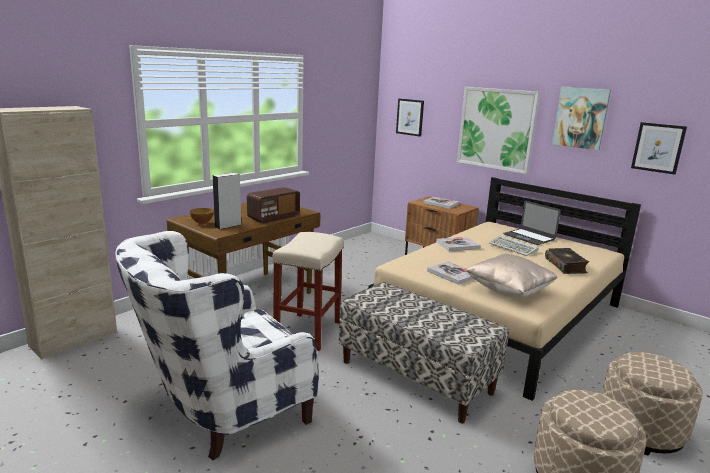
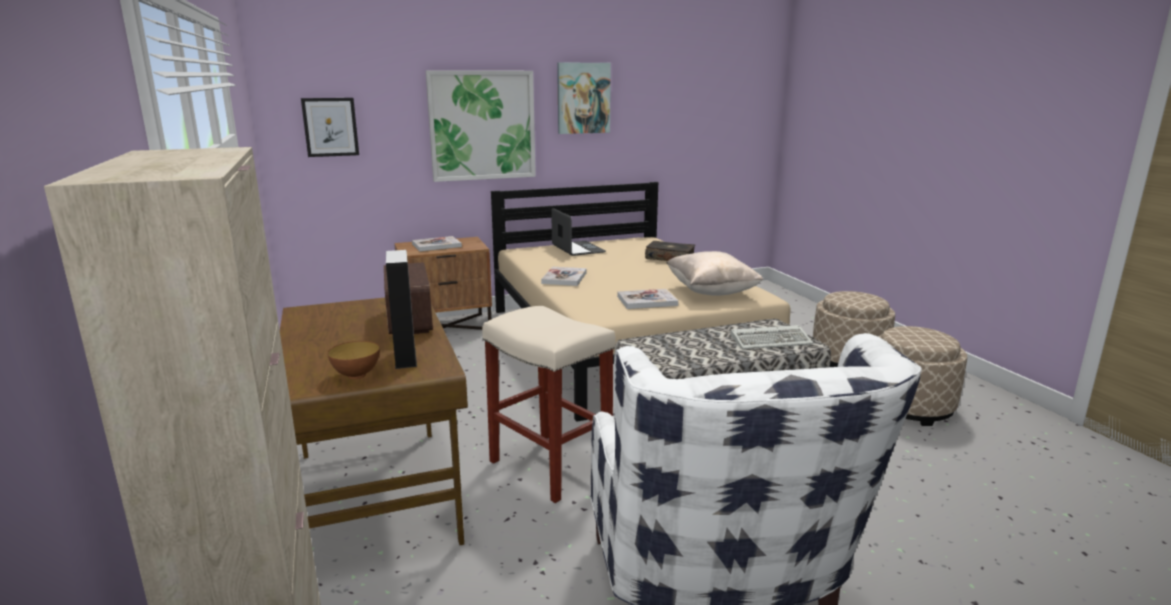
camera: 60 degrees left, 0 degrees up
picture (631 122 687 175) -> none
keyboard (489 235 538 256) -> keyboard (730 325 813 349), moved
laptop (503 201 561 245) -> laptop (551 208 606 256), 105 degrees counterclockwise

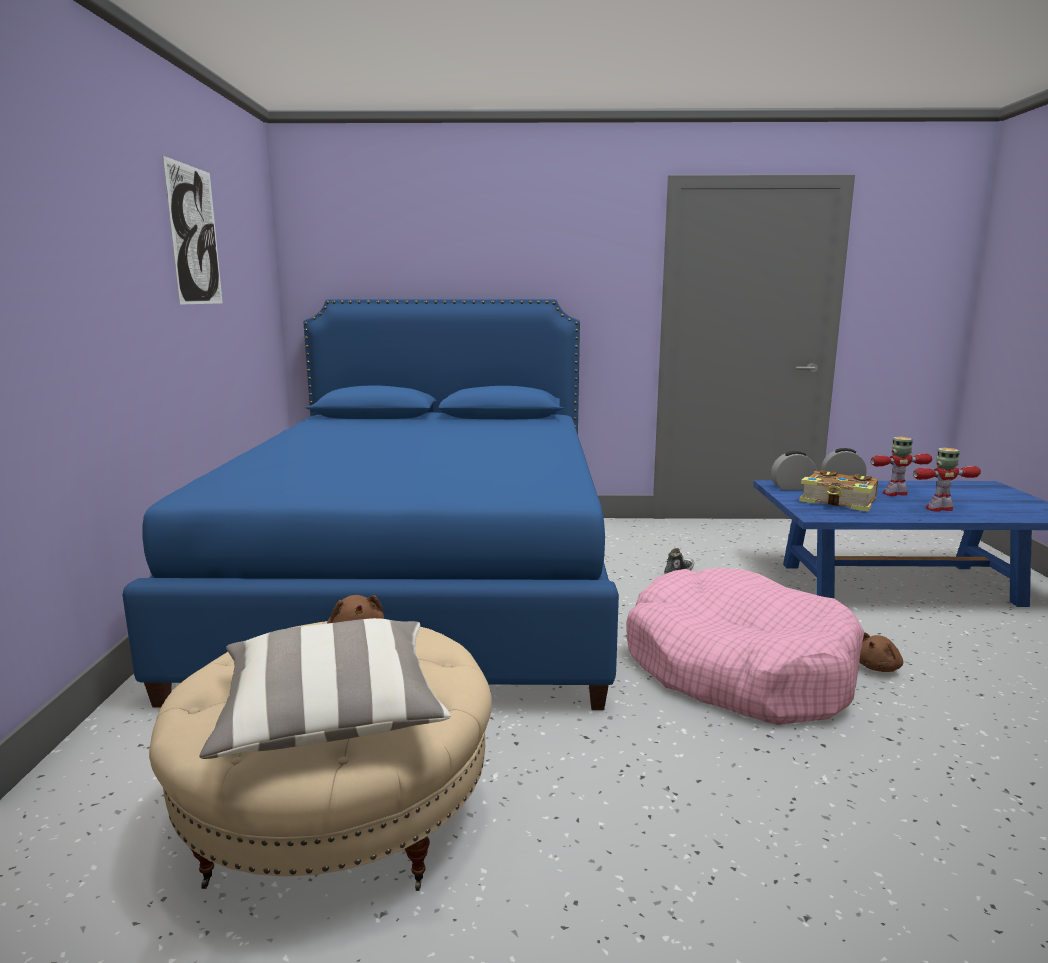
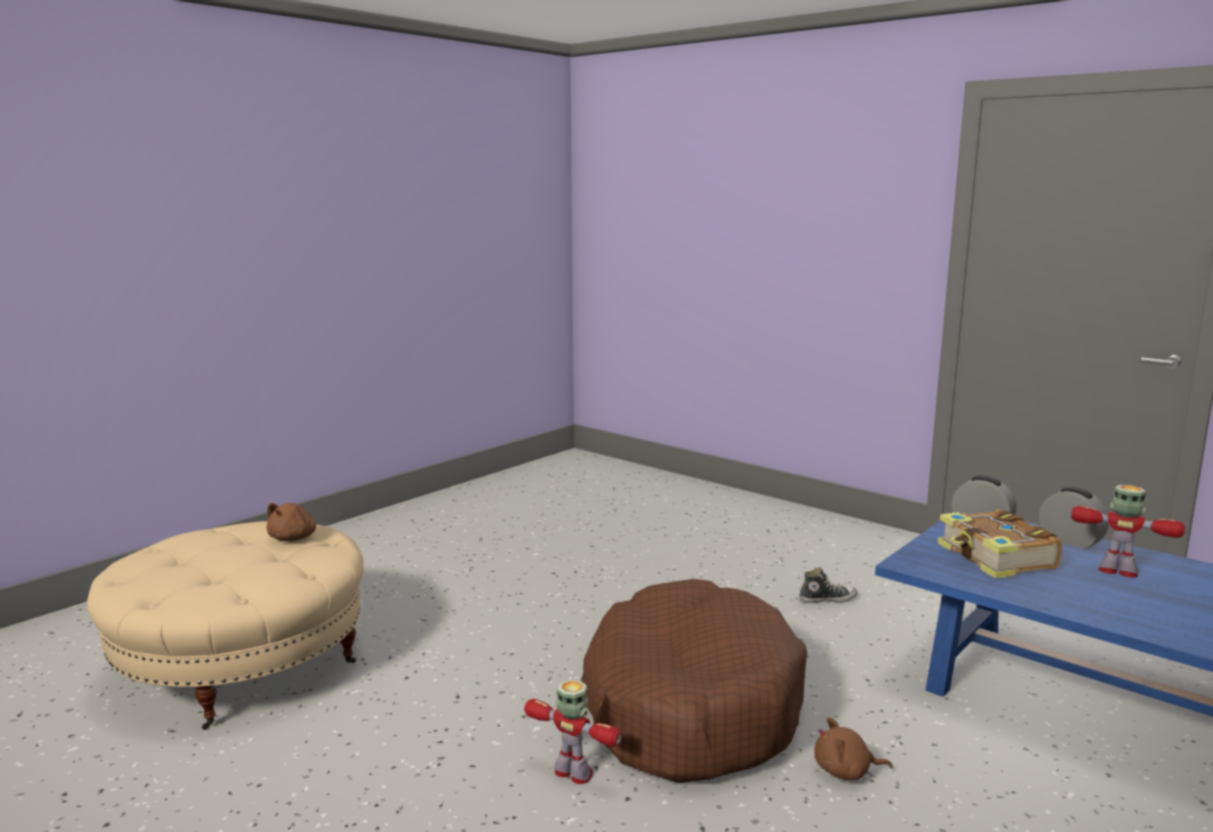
camera: 40 degrees right, 0 degrees up
bed in blue (122 299 619 710) -> none
picture (163 156 223 305) -> none
pillow (199 618 451 759) -> none
toy robot (913 448 981 512) -> toy robot (524 680 622 784), moved
dog bed in pink (626 568 864 725) -> dog bed in brown (581 579 807 783)

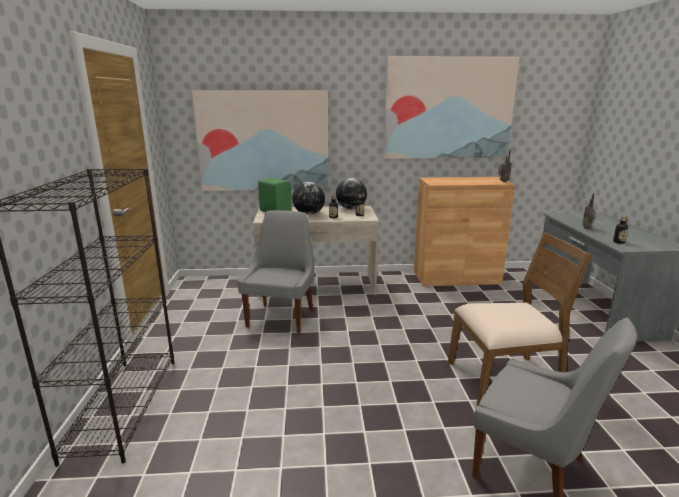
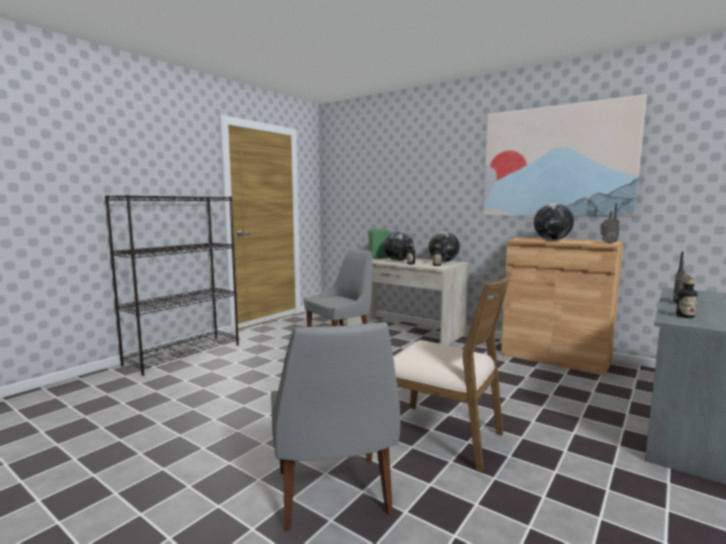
camera: 40 degrees right, 10 degrees down
picture (192 90 329 191) -> none
none -> globe (534 203 574 240)

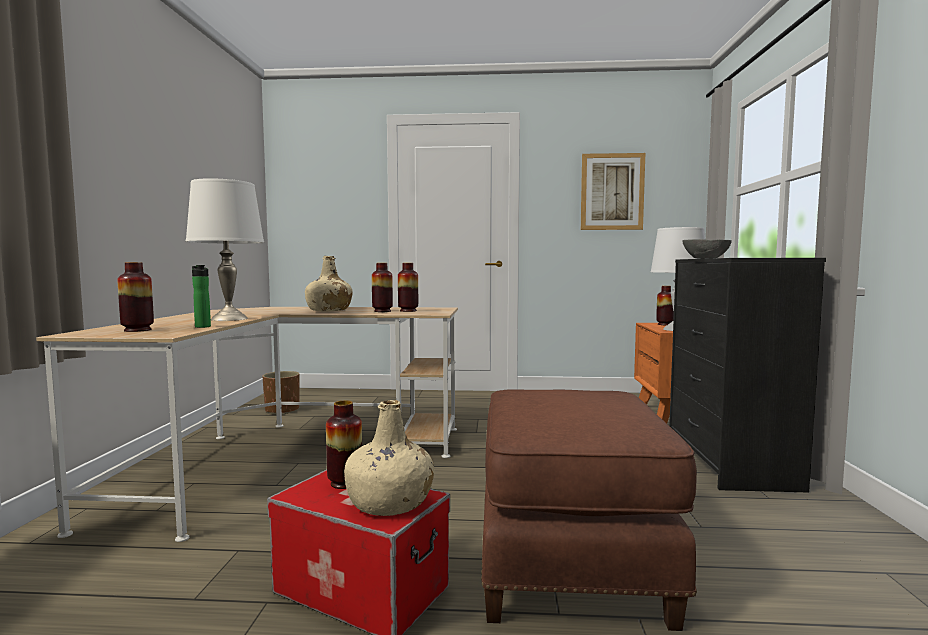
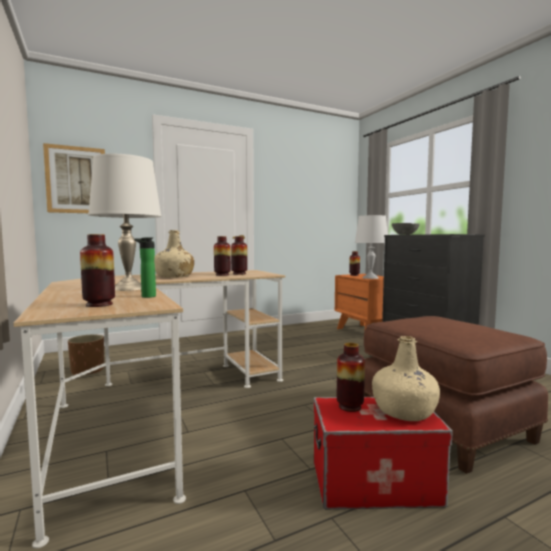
camera: 30 degrees left, 0 degrees up
picture (581 153 645 230) -> picture (43 143 105 213), moved

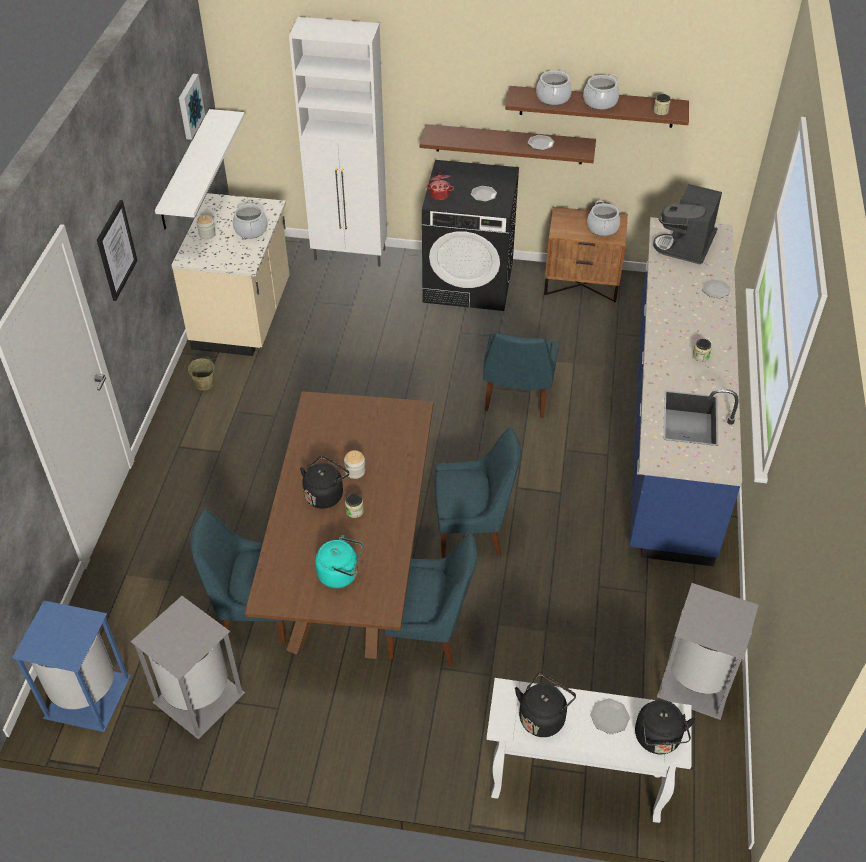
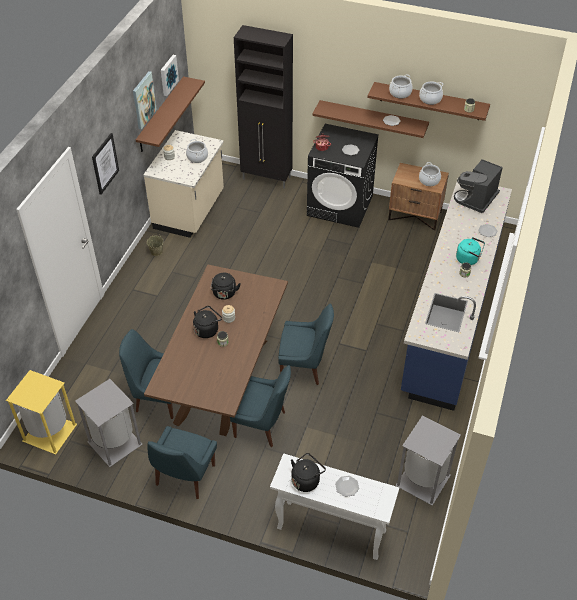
camera: 10 degrees right, 0 degrees up
none -> picture (133 71 157 130)
kettle in turquoise (315 535 363 588) -> kettle in turquoise (456 237 485 265), moved
chair in blue (483 333 559 418) -> chair in blue (147 426 217 499), moved
kettle in black (635 700 695 755) -> kettle in black (211 273 241 300), moved
trash can in blue (12 601 131 732) -> trash can in yellow (6 370 77 455)
shelf in white (155 109 245 229) -> shelf in brown (136 76 205 152)
cabinet in white (289 17 387 267) -> cabinet in black (234 25 293 189)

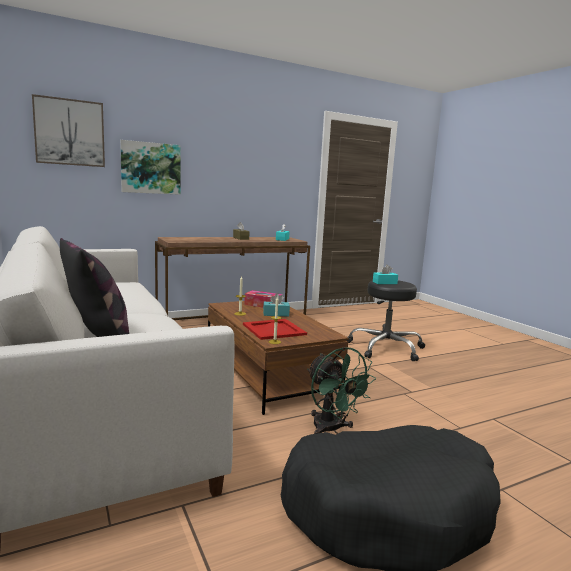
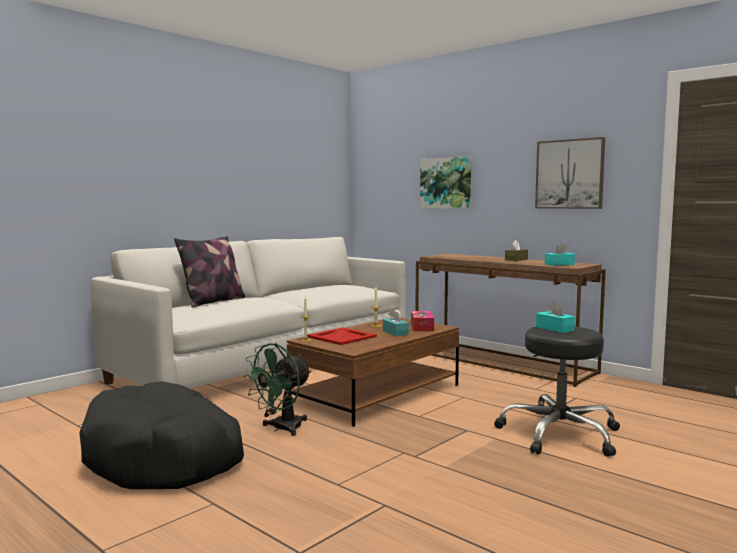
camera: 70 degrees right, 5 degrees down
picture (32 94 105 167) -> picture (535 137 605 209), moved

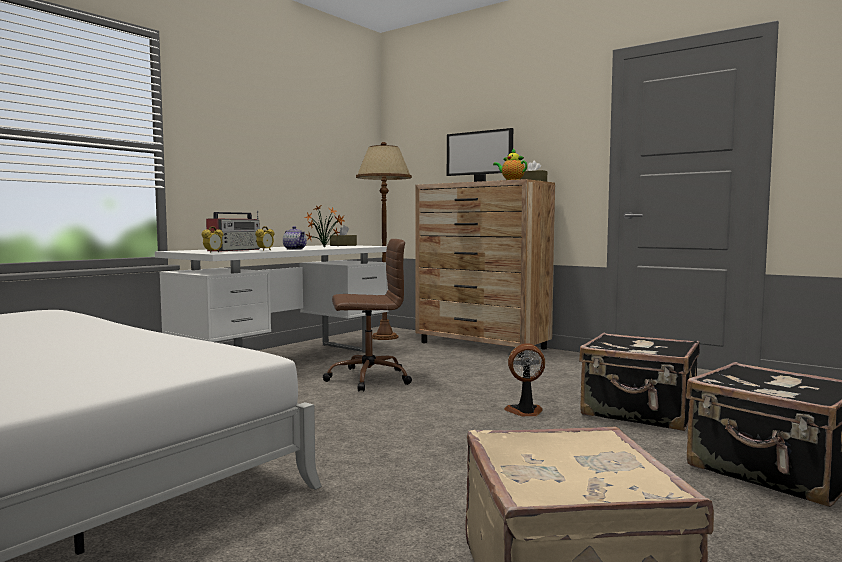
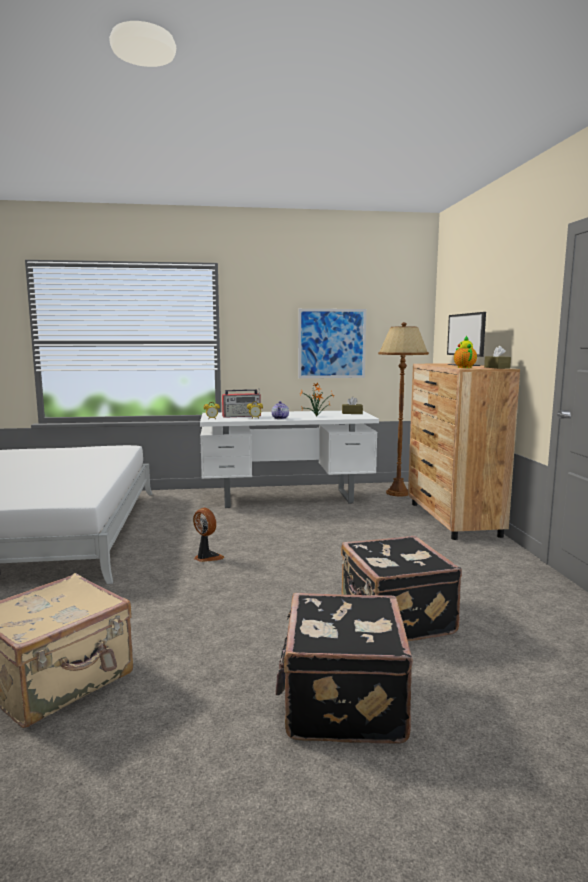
camera: 45 degrees right, 5 degrees up
office chair in brown (323 239 412 392) -> none
none -> picture (298 309 366 378)
fan (504 343 545 416) -> fan (193 508 224 562), moved

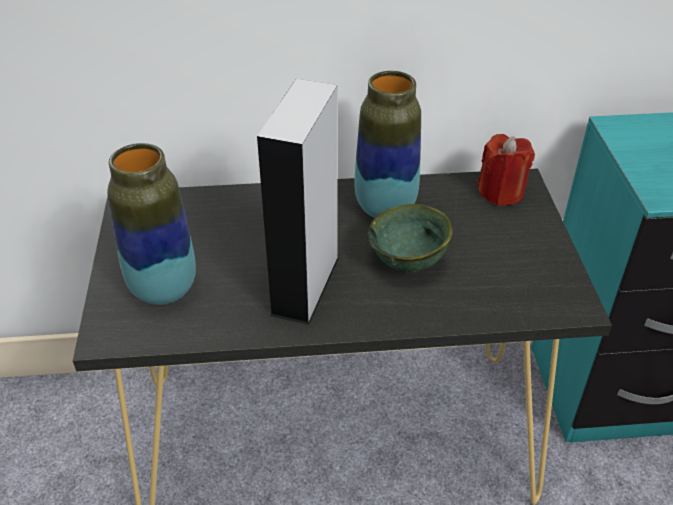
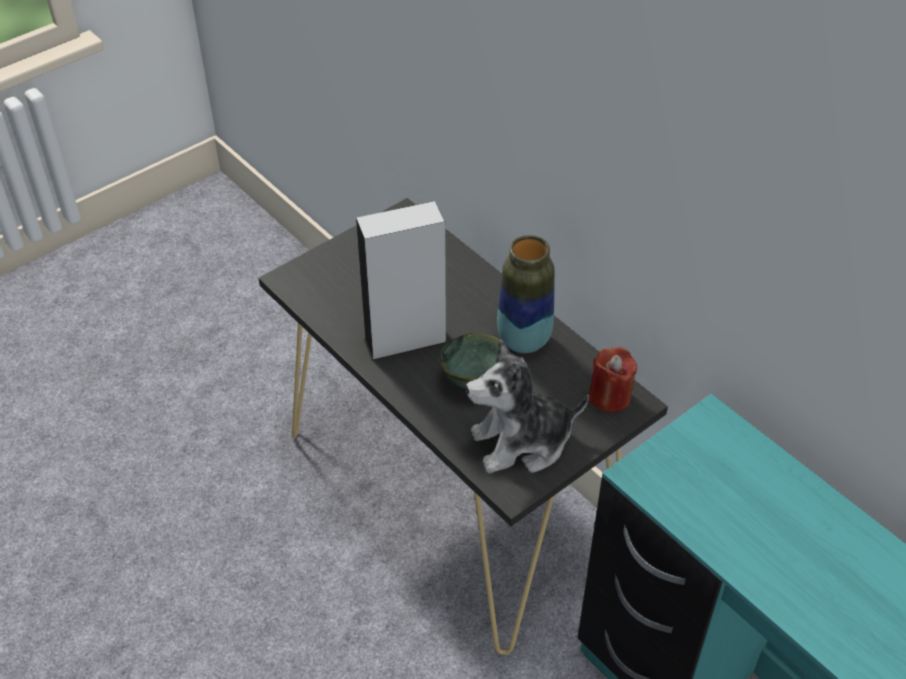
camera: 55 degrees right, 5 degrees up
vase (107 143 196 305) -> none
none -> plush toy (466 339 589 473)

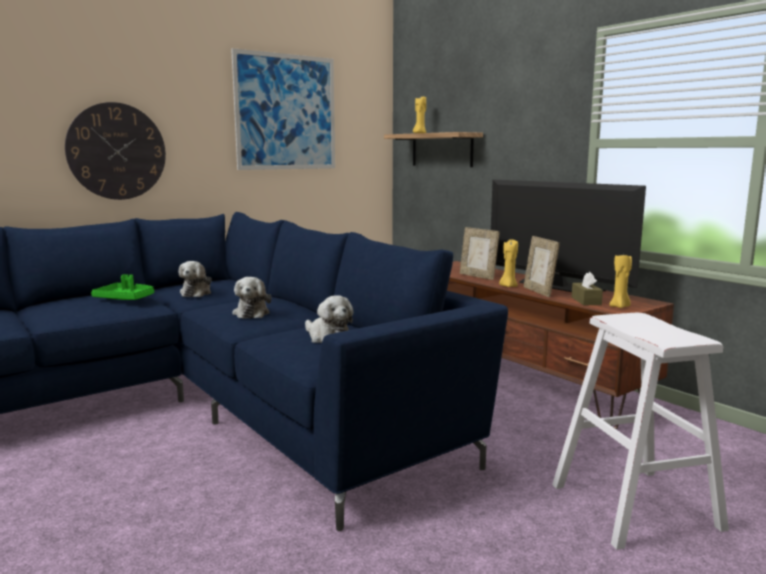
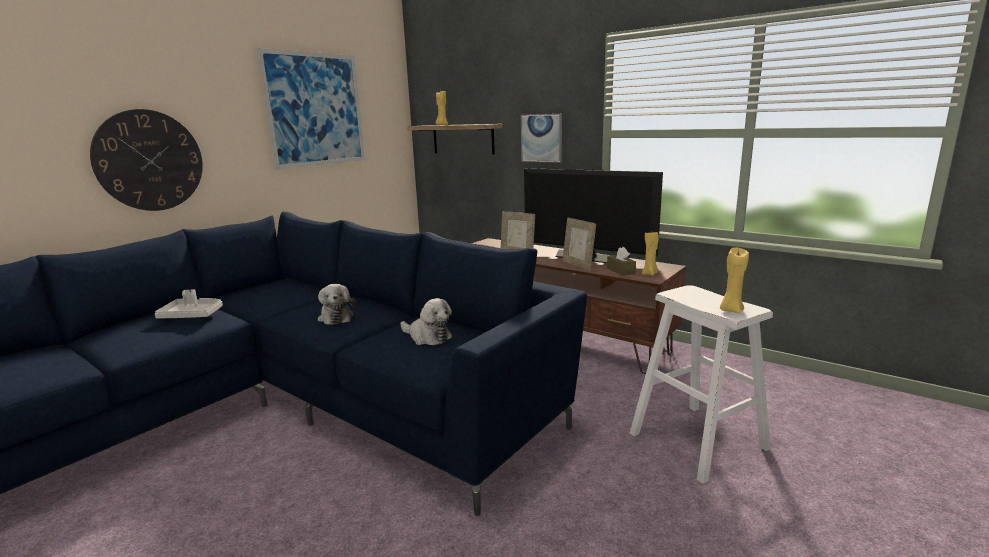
camera: 15 degrees left, 5 degrees up
plush toy (179 261 212 297) -> none
none -> picture (521 114 562 163)
candle in yellow (499 240 518 287) -> candle in yellow (720 247 749 313), moved
tray in green (91 274 154 300) -> tray in grey (155 289 223 318)

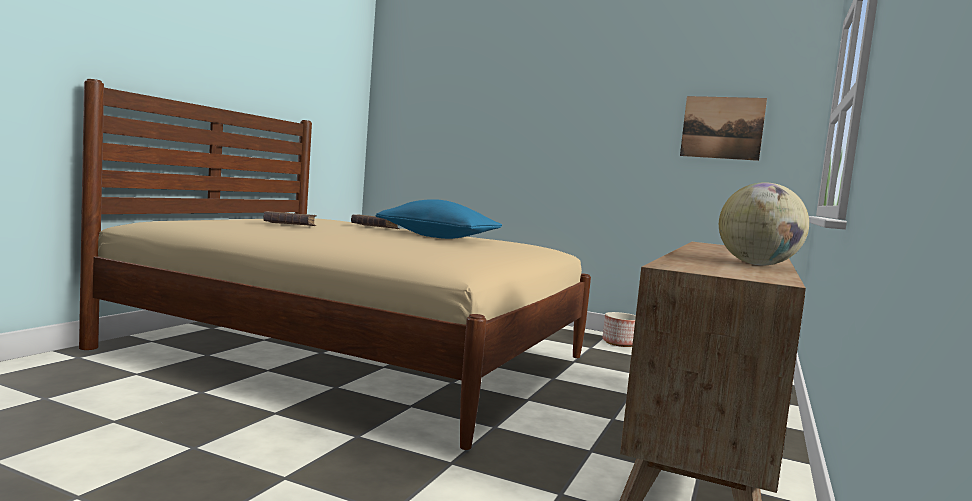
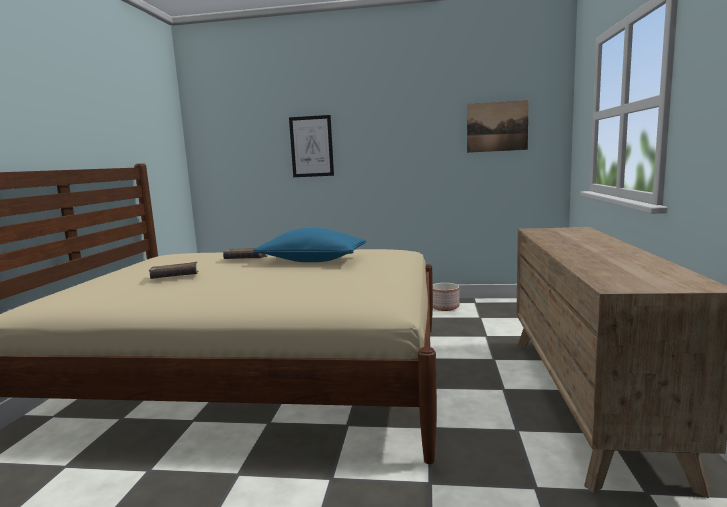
camera: 15 degrees left, 5 degrees up
globe (719 182 809 265) -> none
none -> picture (289 115 334 177)

